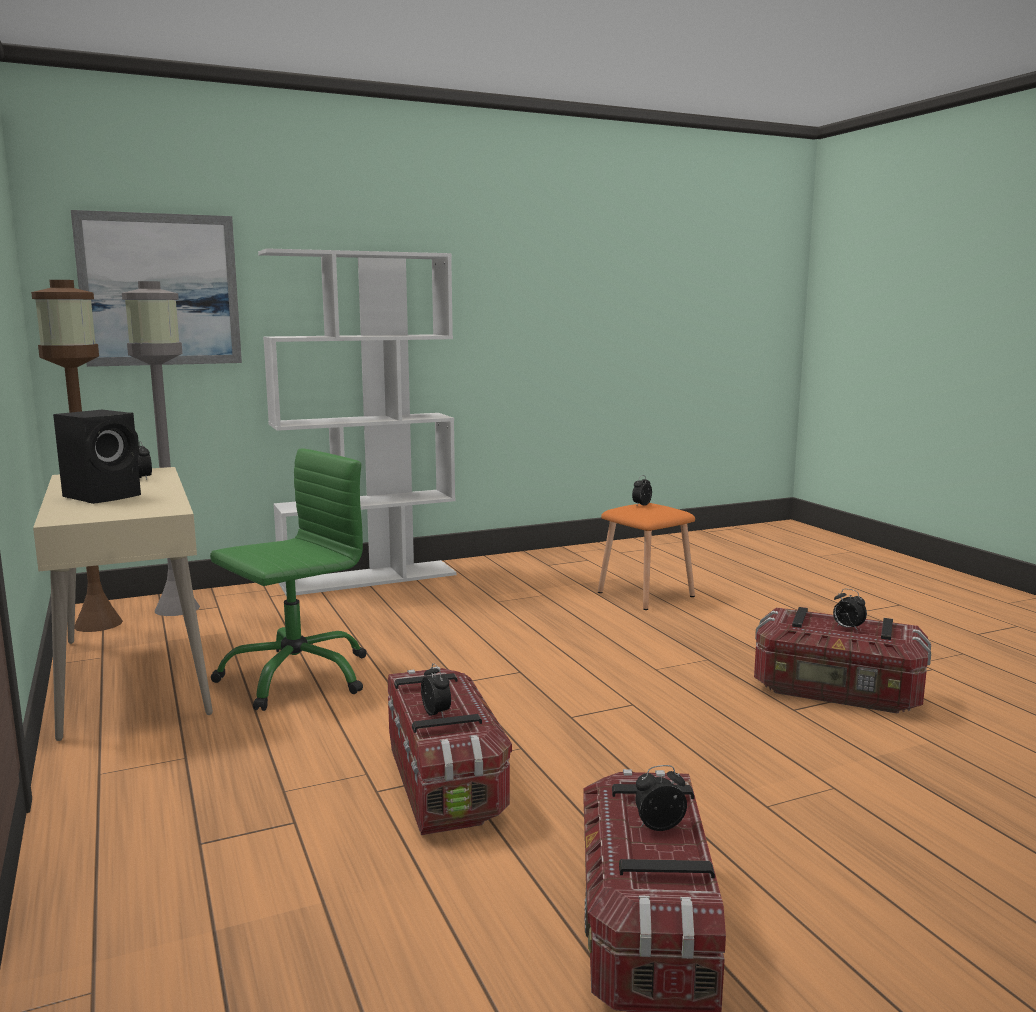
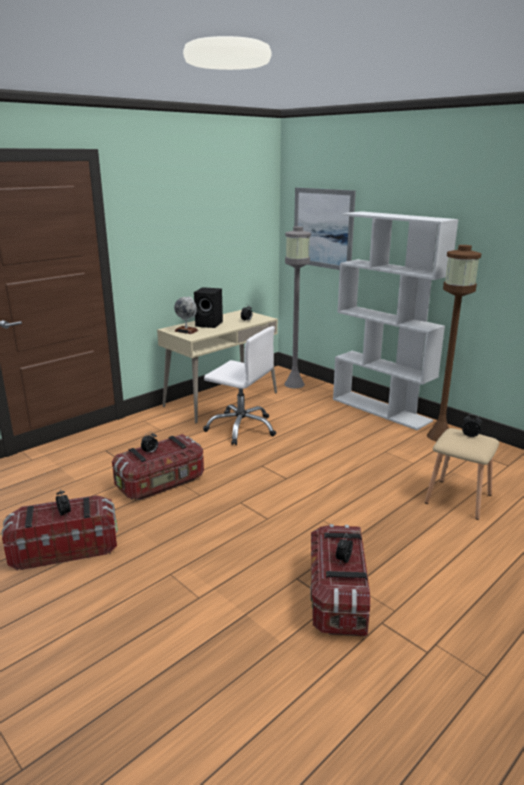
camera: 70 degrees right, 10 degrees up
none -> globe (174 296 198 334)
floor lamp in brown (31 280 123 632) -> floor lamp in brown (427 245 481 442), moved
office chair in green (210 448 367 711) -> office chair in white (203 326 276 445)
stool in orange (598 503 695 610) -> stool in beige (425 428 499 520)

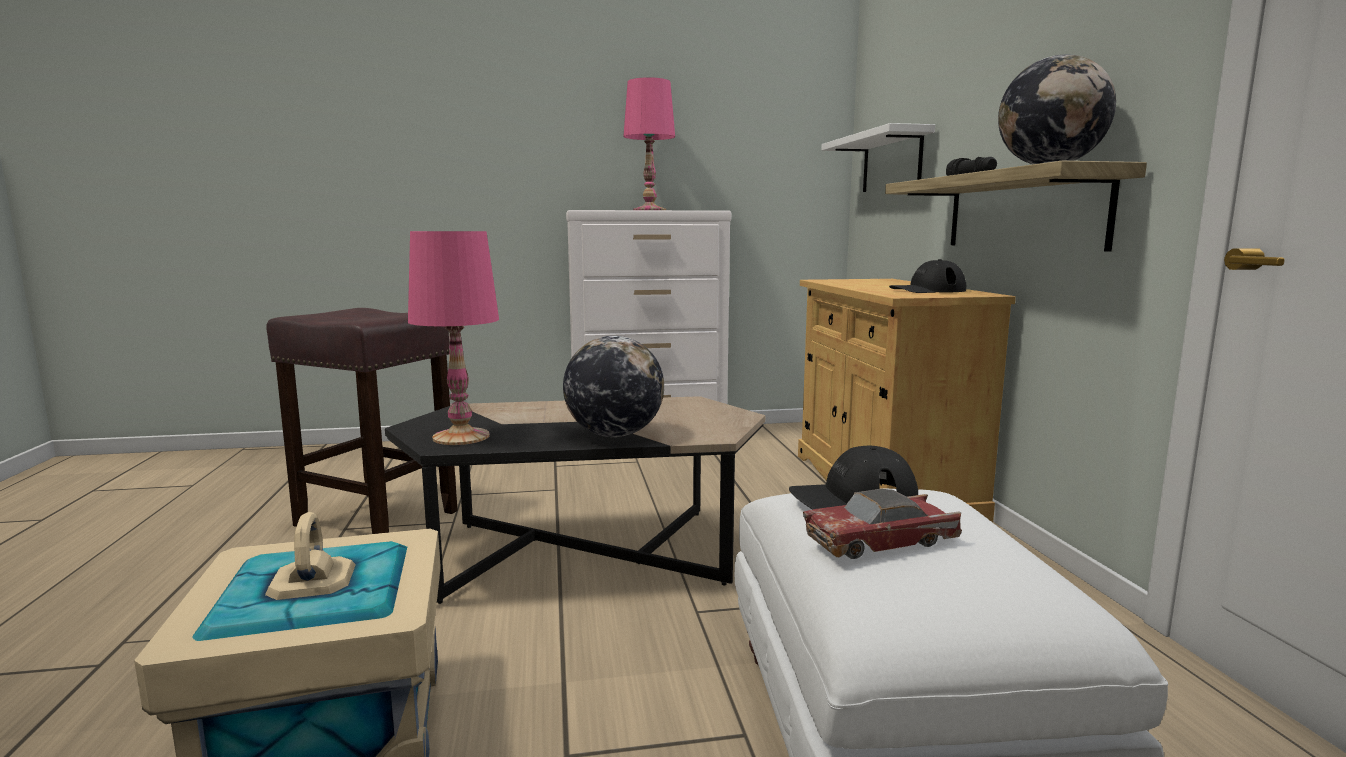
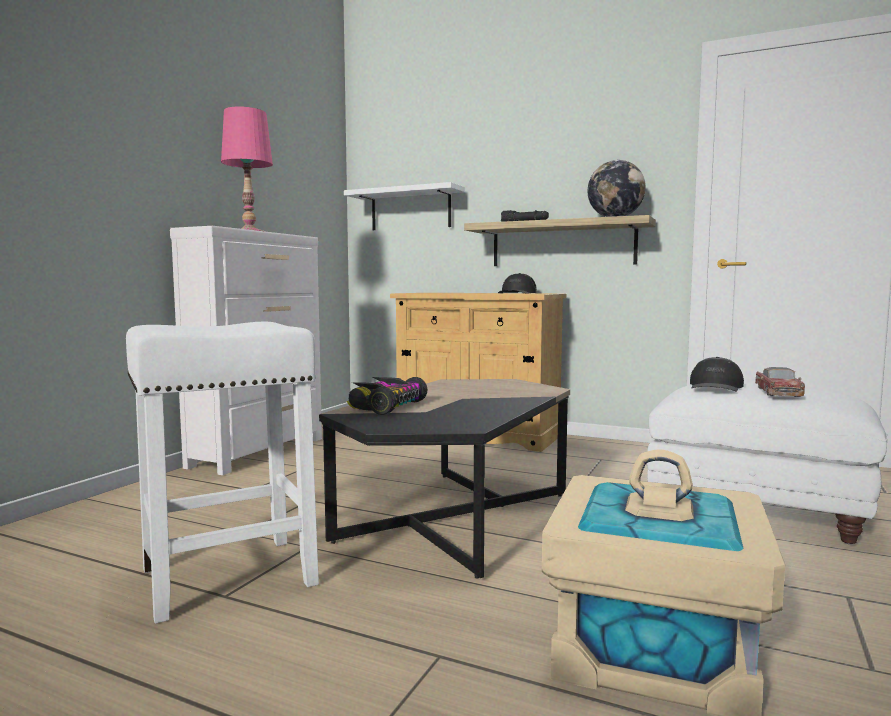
camera: 55 degrees left, 5 degrees down
table lamp in pink (408 231 499 445) -> none
globe (563 336 664 437) -> none
none -> toy car (347 377 427 415)
stool in brown (266 308 458 534) -> stool in white (126 322 319 624)

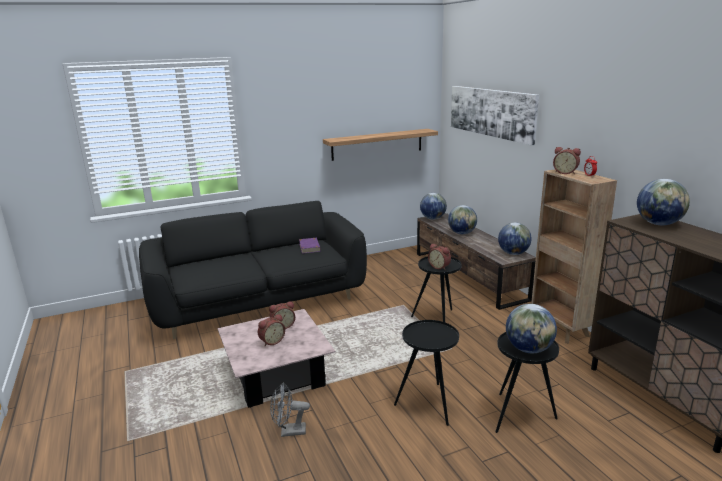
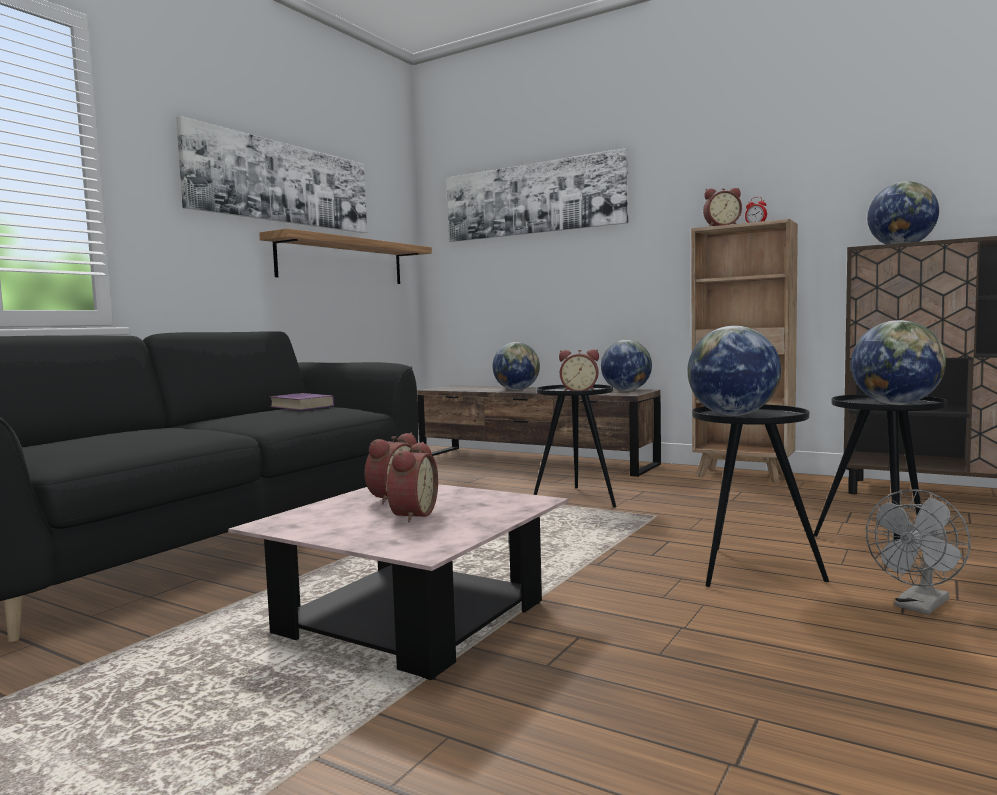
camera: 35 degrees left, 15 degrees down
none -> picture (176 116 367 233)
fan in grey (270 383 310 437) -> fan in grey (866 489 971 615), moved
globe (420 193 447 220) -> globe (687 326 781 416), moved

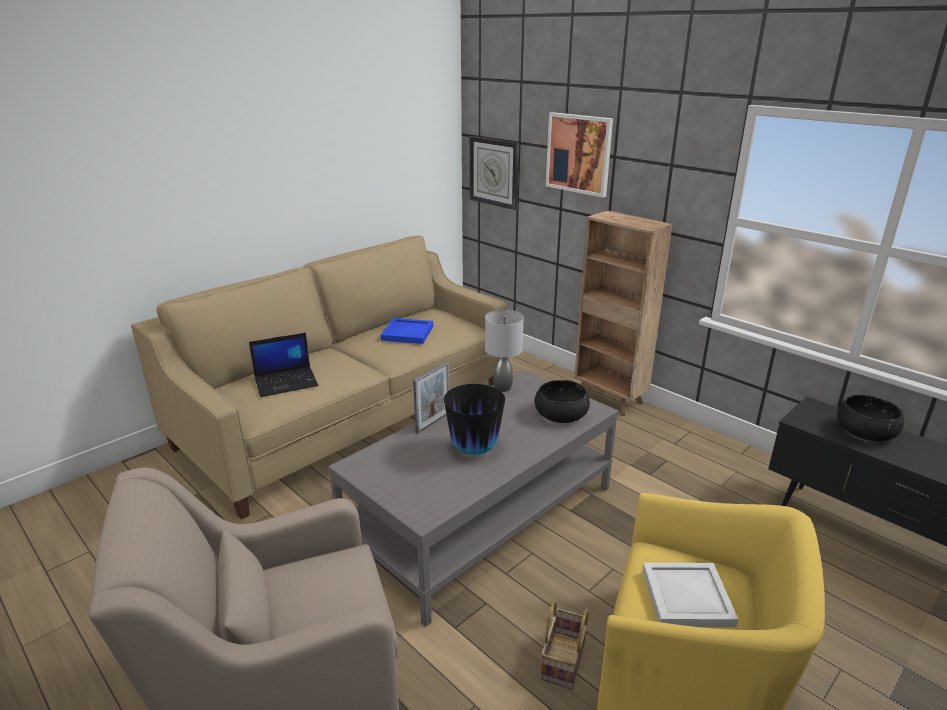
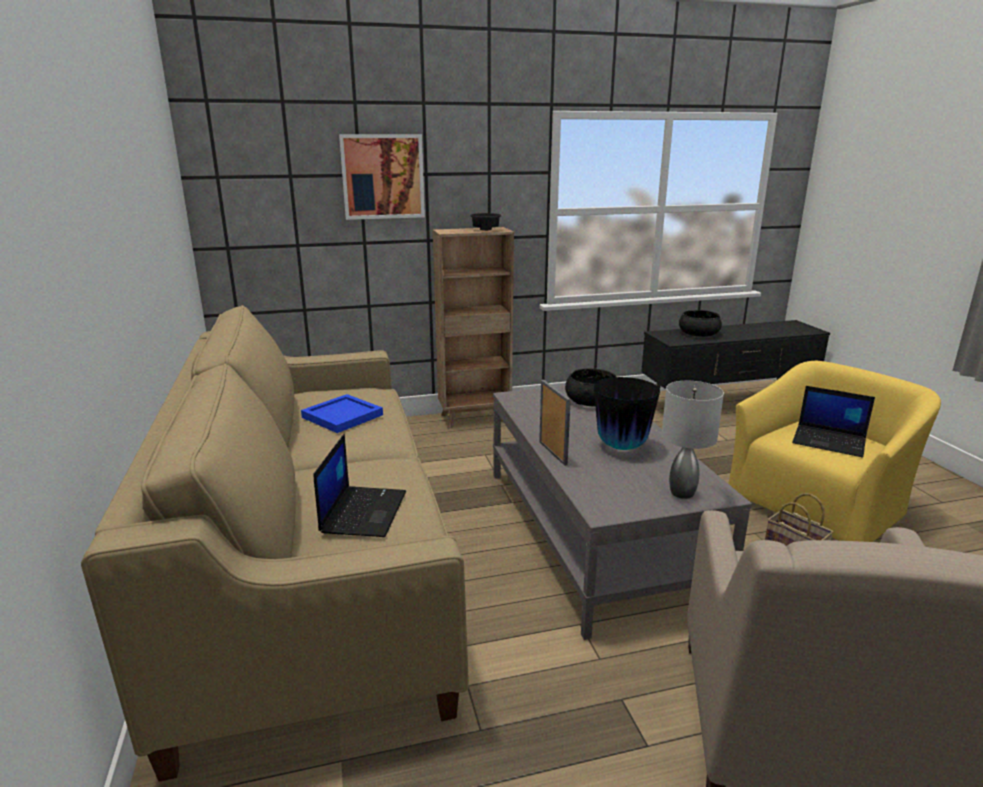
camera: 60 degrees left, 5 degrees down
wall clock (470 136 519 210) -> none
none -> bowl in black (470 213 501 231)
table lamp in grey (485 310 524 392) -> table lamp in grey (662 381 724 499), moved
tray in white (642 563 738 627) -> laptop (792 386 875 457)

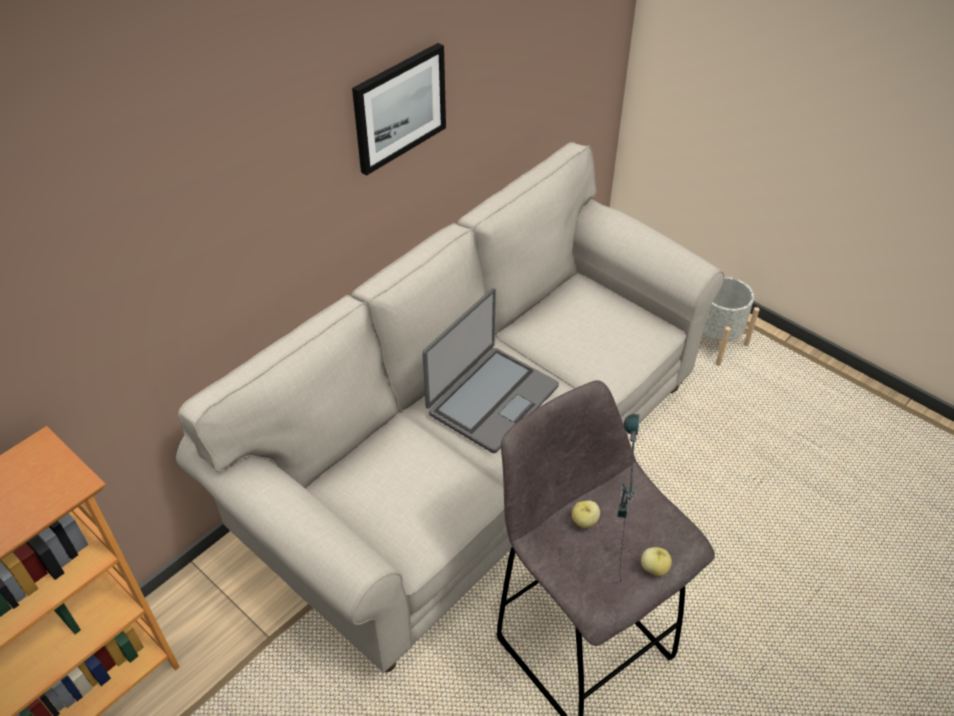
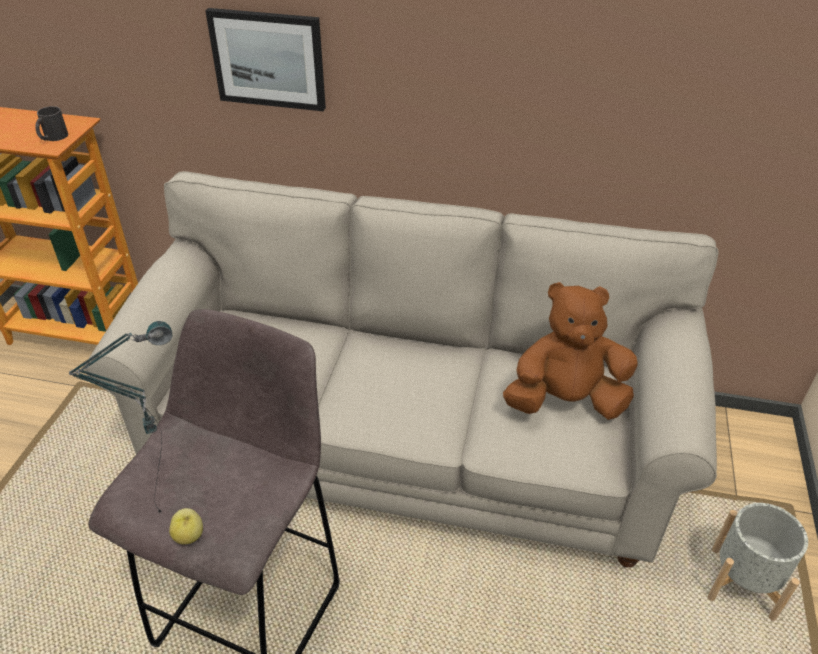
camera: 60 degrees right, 5 degrees down
laptop (422 288 559 453) -> none
apple (572 500 600 528) -> none
none -> mug in black (35 106 68 141)
none -> plush toy in brown (503 282 638 420)
picture (352 43 446 176) -> picture (205 8 326 111), moved

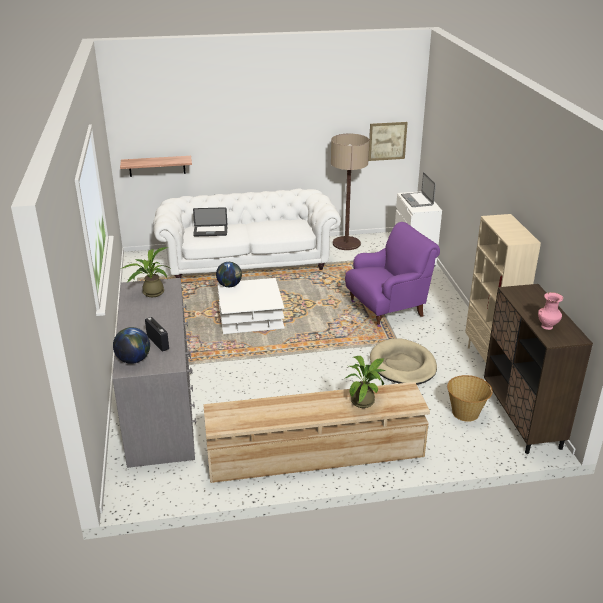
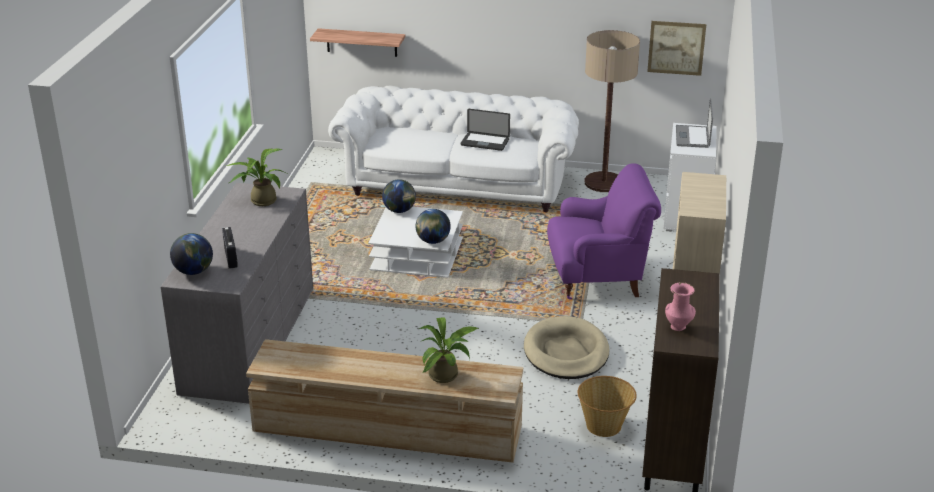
camera: 20 degrees right, 0 degrees up
none -> globe (416 209 451 244)
laptop (193 207 227 236) -> laptop (460 109 510 151), moved

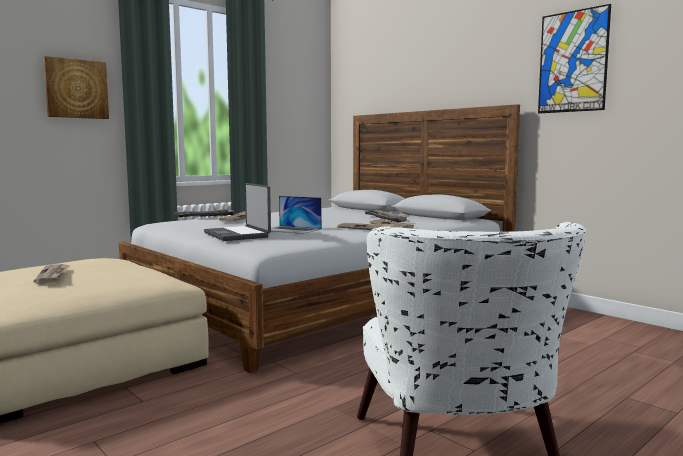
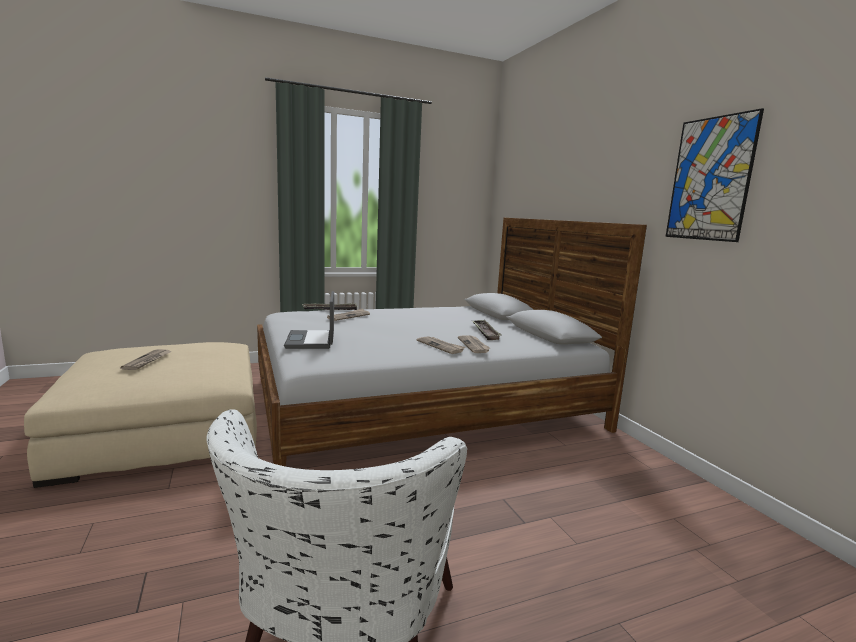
camera: 20 degrees right, 5 degrees up
picture (43 56 109 119) -> none
laptop (271 196 322 234) -> none

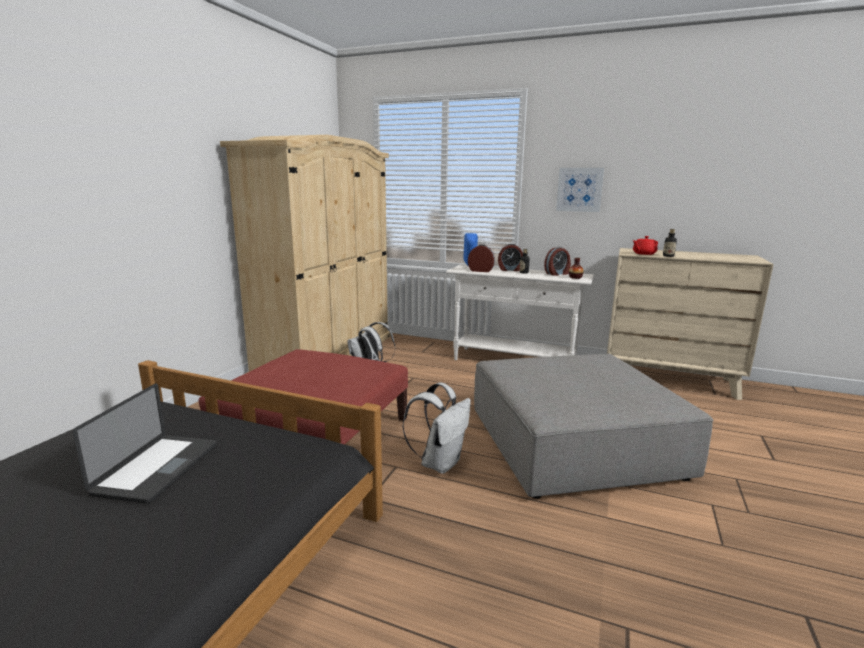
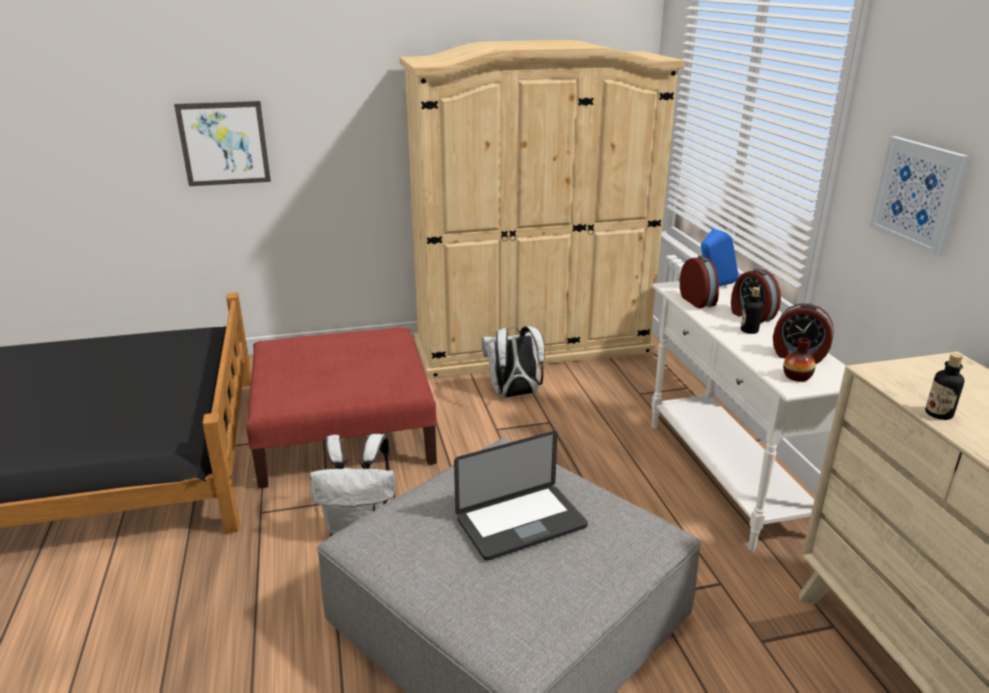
camera: 55 degrees right, 10 degrees up
teapot in red (633 236 658 255) -> none
none -> picture (174 101 271 186)
laptop (73 383 217 504) -> laptop (454 431 588 561), moved

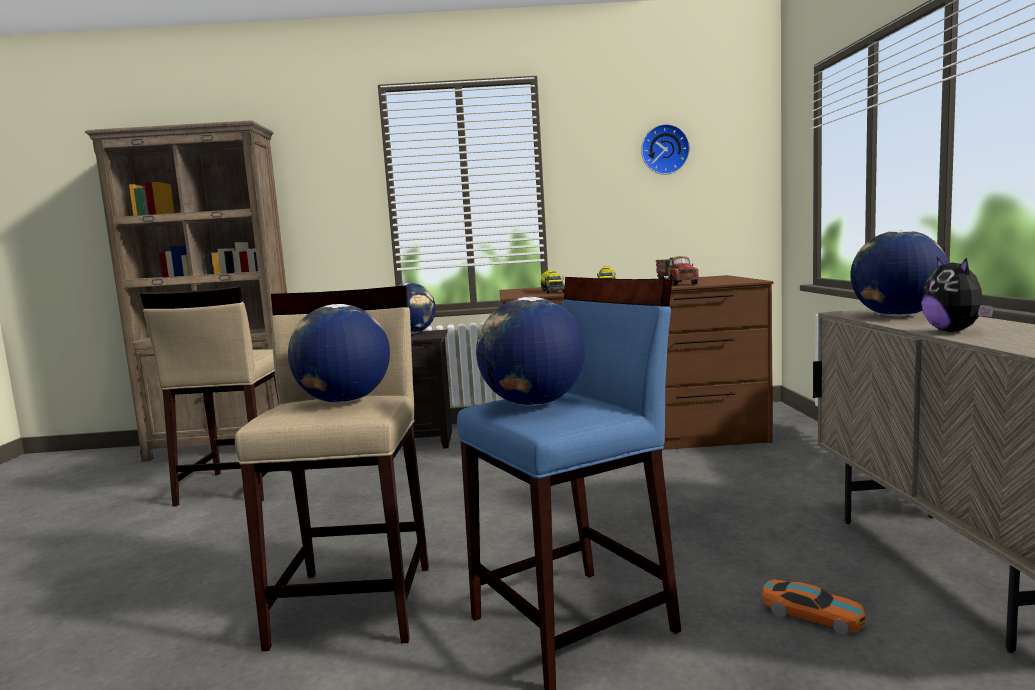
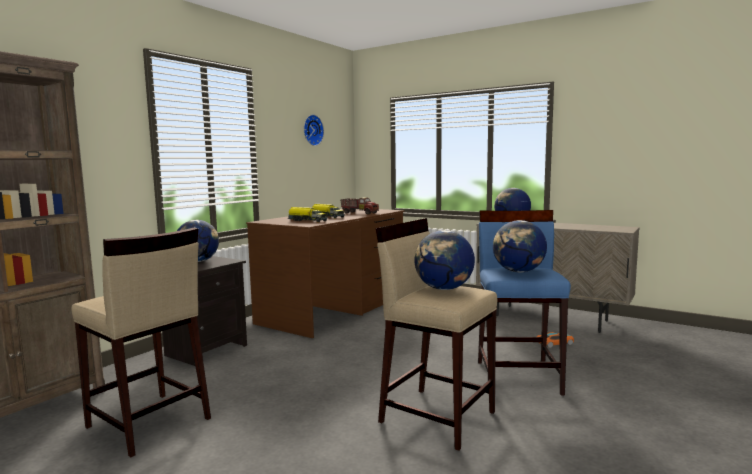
camera: 55 degrees left, 0 degrees up
plush toy (921 256 994 332) -> none

